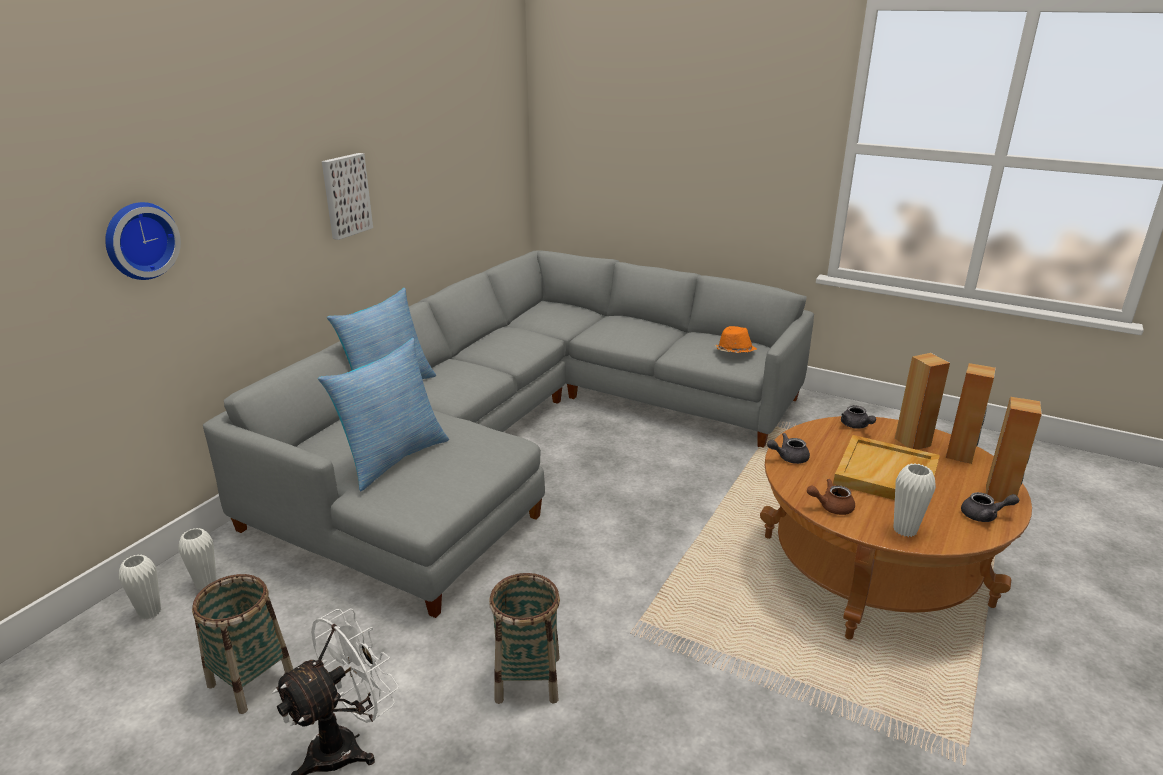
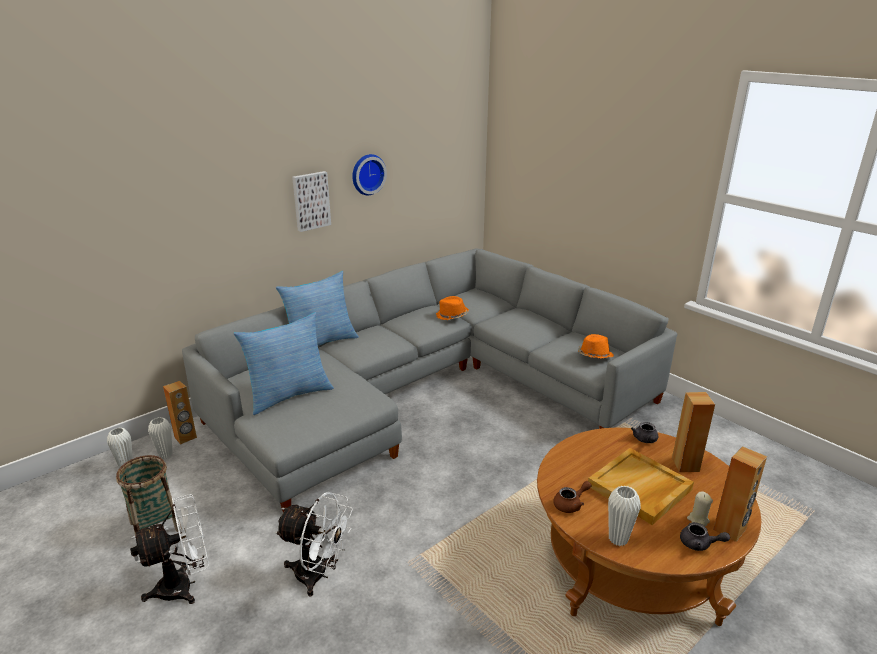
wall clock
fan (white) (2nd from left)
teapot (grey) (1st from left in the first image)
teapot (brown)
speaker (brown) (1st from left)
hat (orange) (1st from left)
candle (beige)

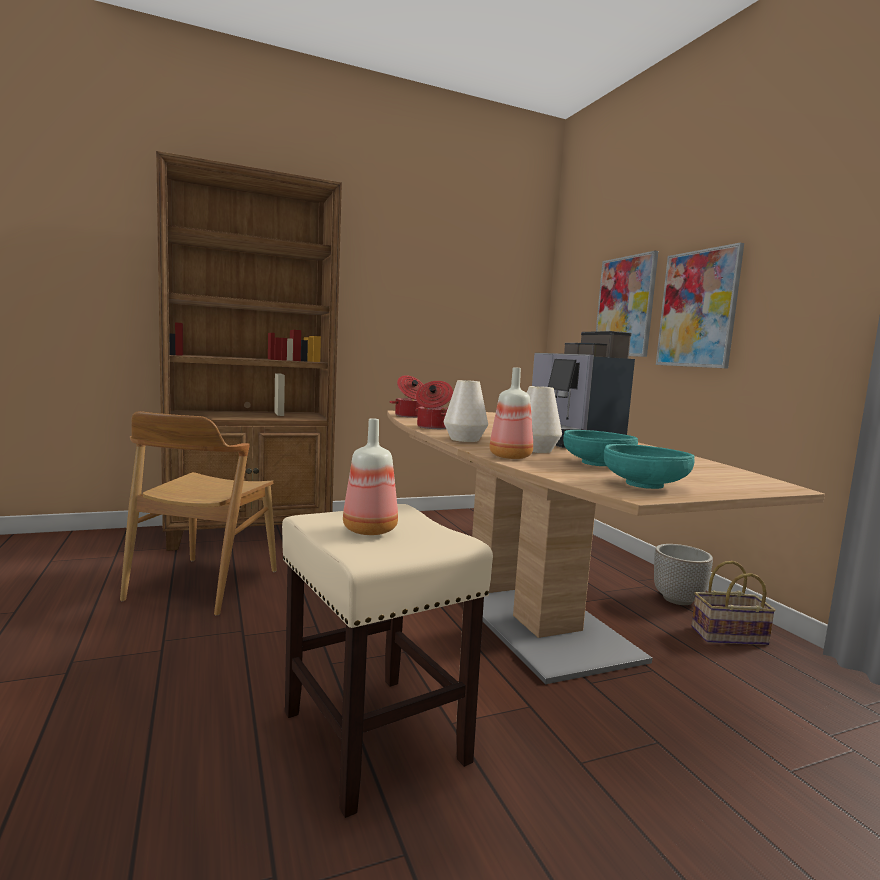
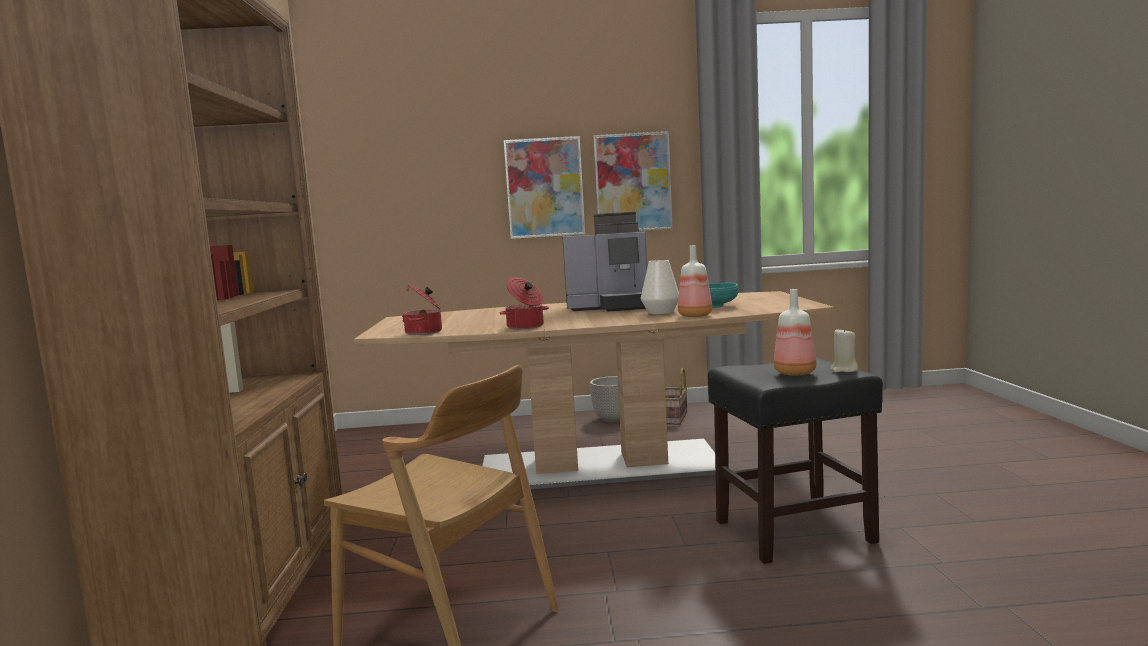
stool (black)
vase (white) (1st from left in the first image)
picture (2nd from left)
bowl (turquoise) (2nd from left in the first image)
candle (beige)

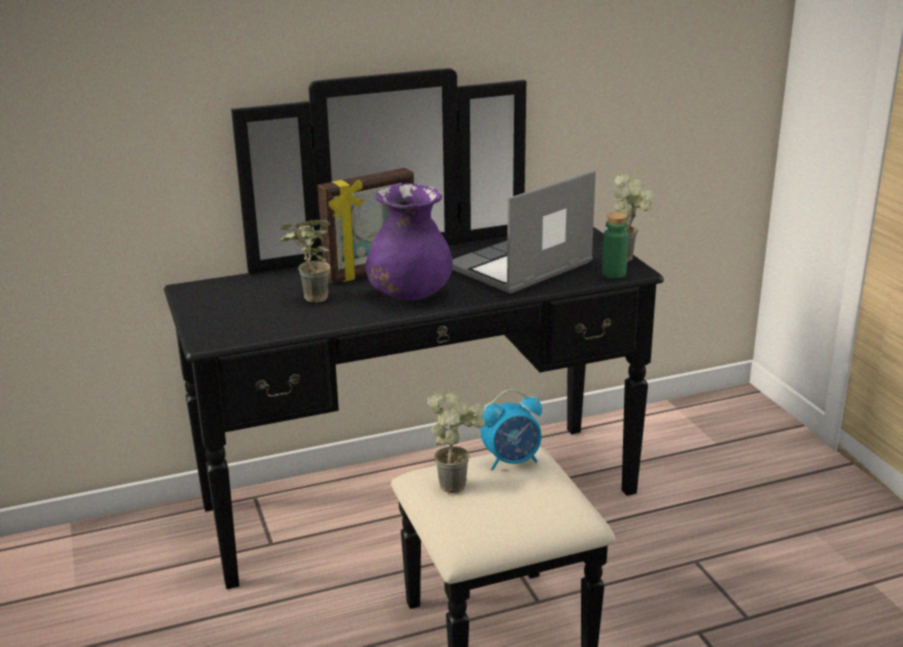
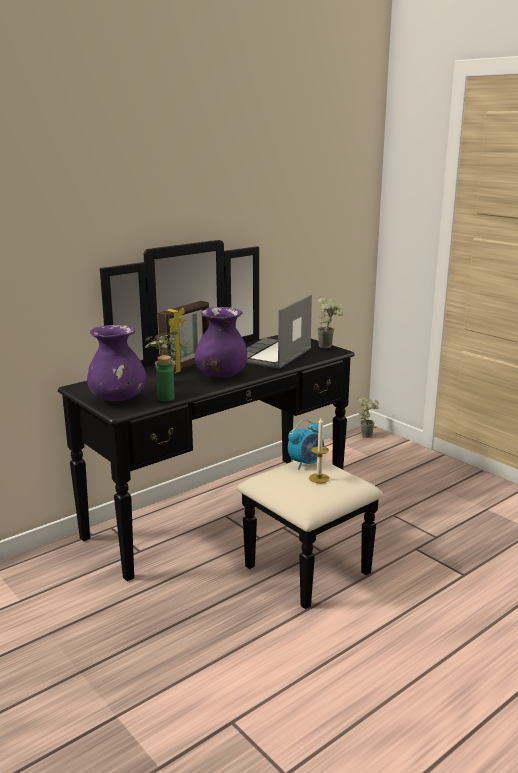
potted plant (3rd from left)
bottle (green)
vase (purple) (1st from left)
candle

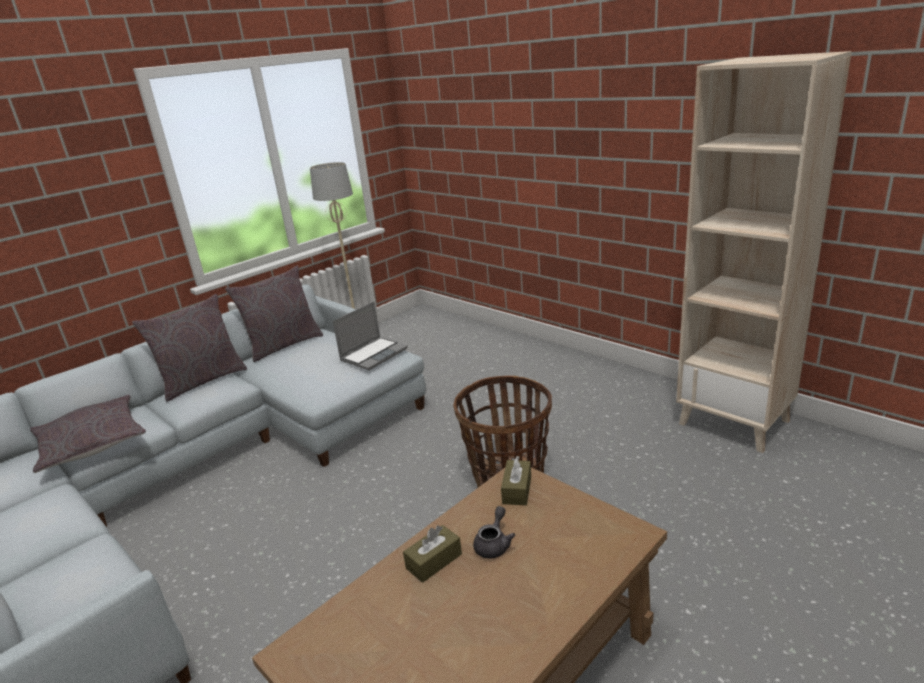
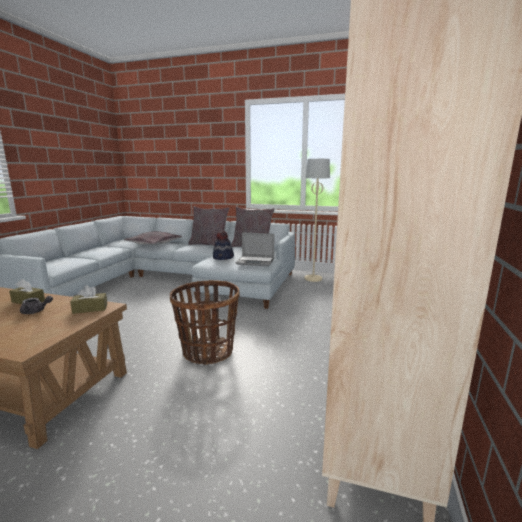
hat

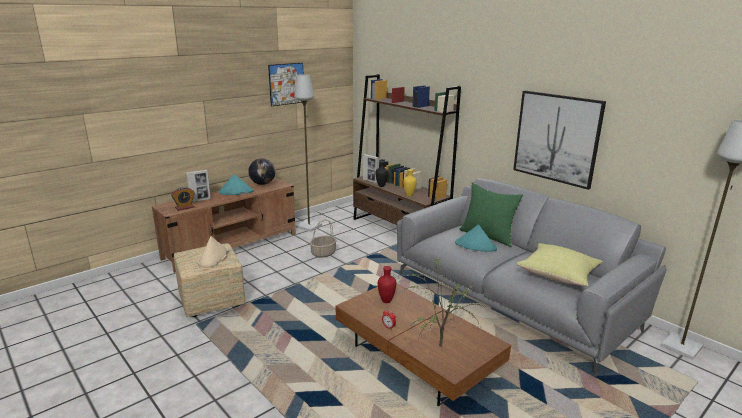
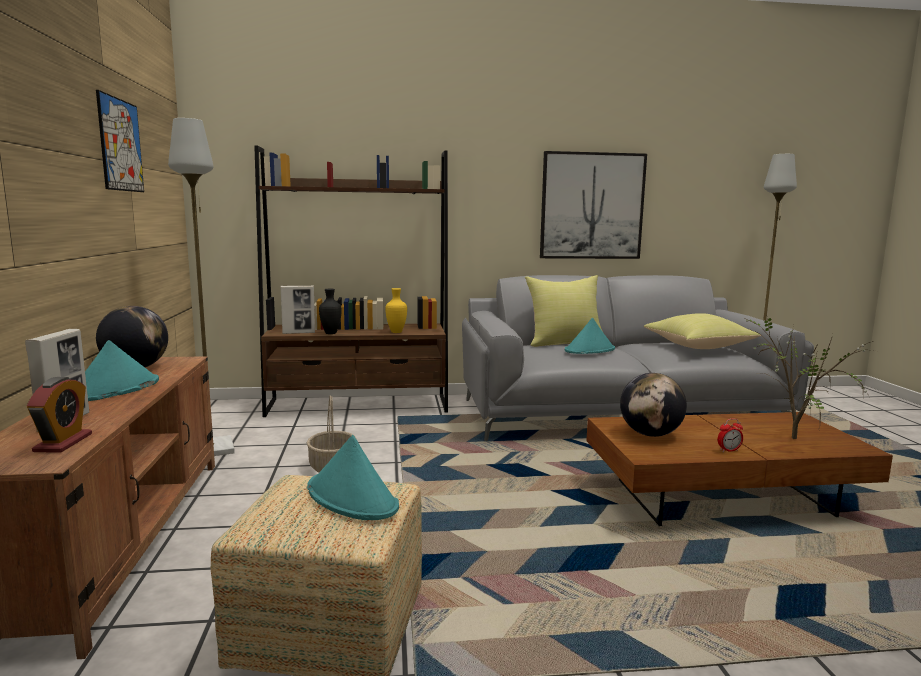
hat (turquoise) (2nd from left)
globe (2nd from left)
pillow (yellow) (1st from left)

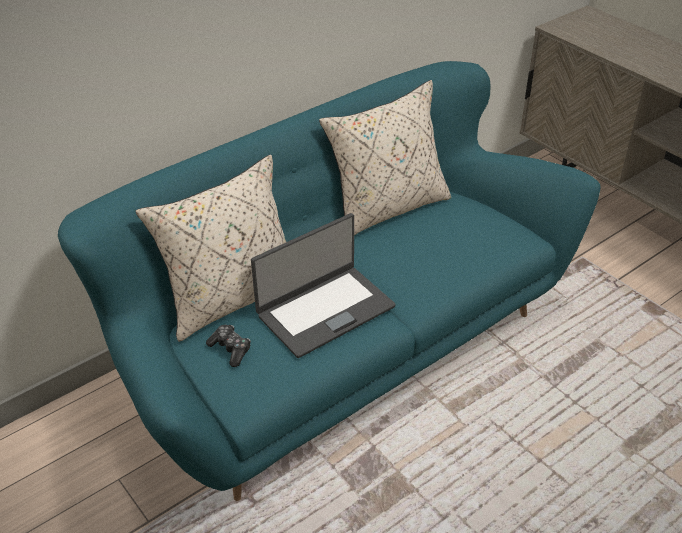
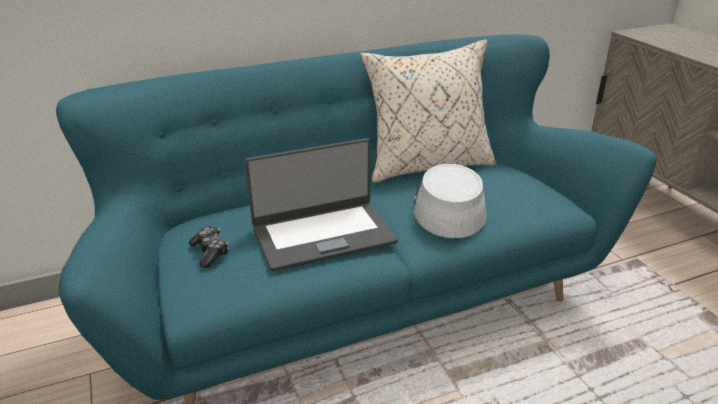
pillow (beige) (1st from left in the first image)
hat (grey)

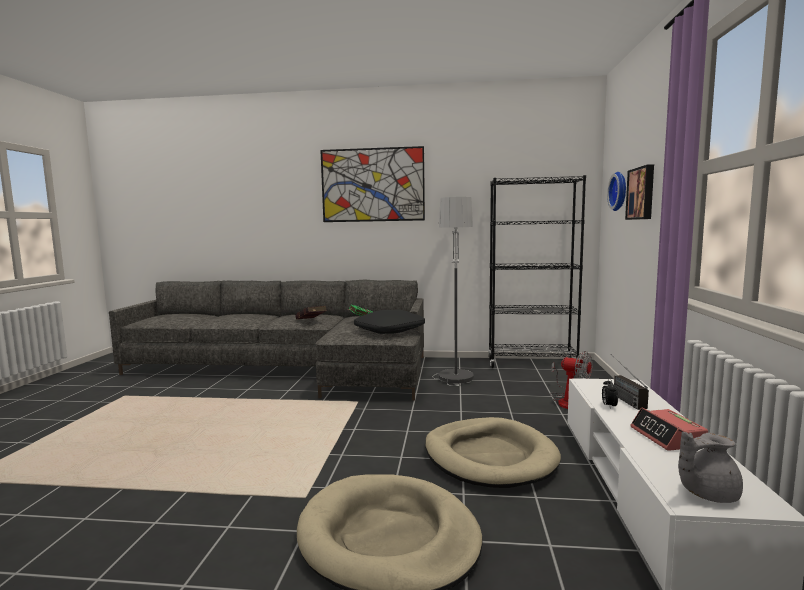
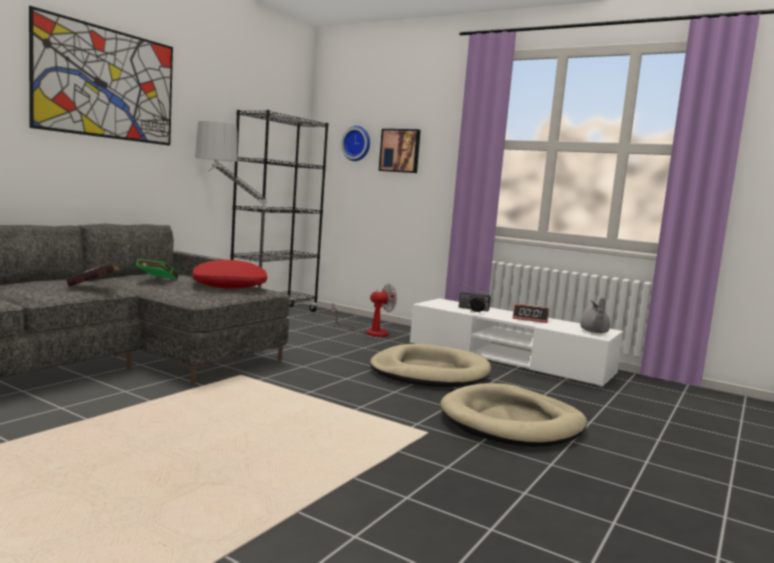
pillow (red)

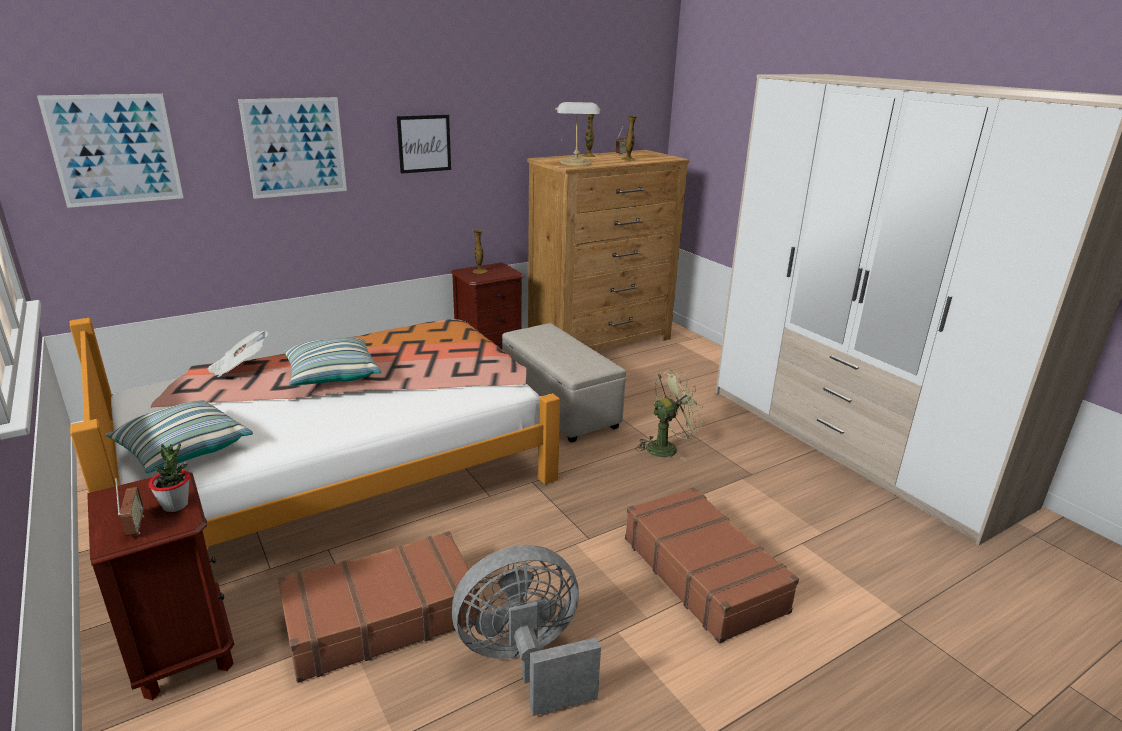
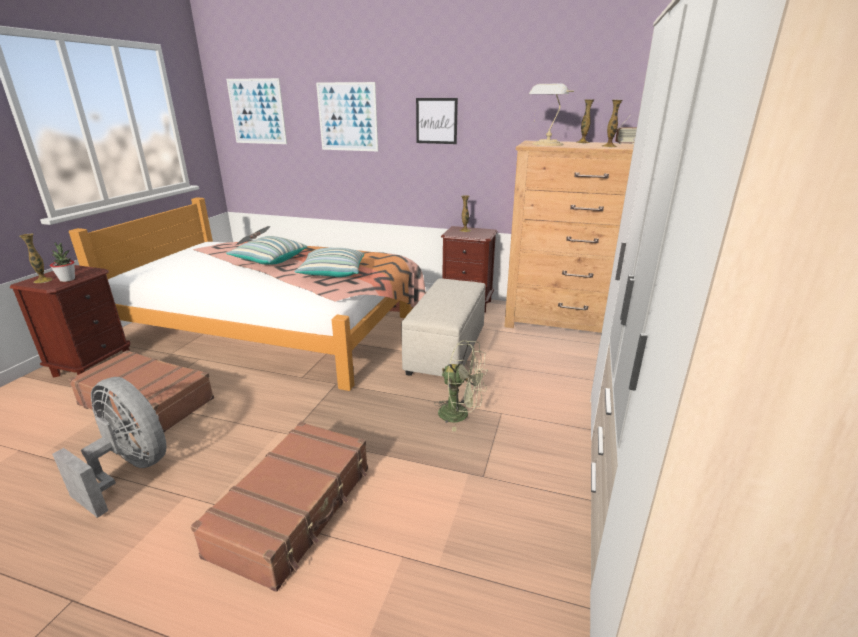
pillow (2nd from left)
vase (1st from left)

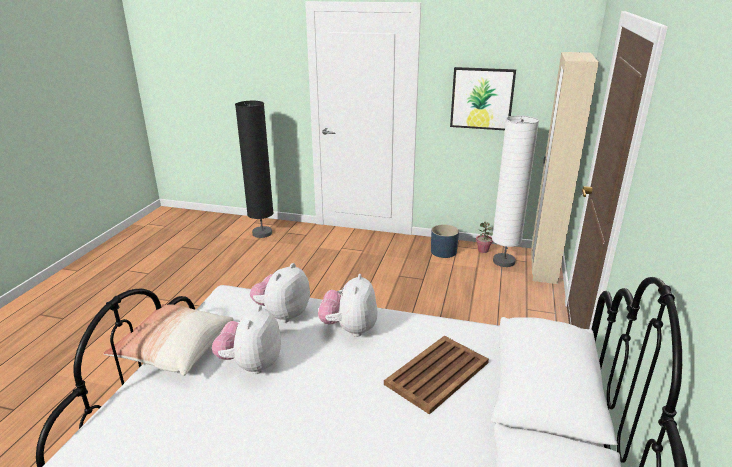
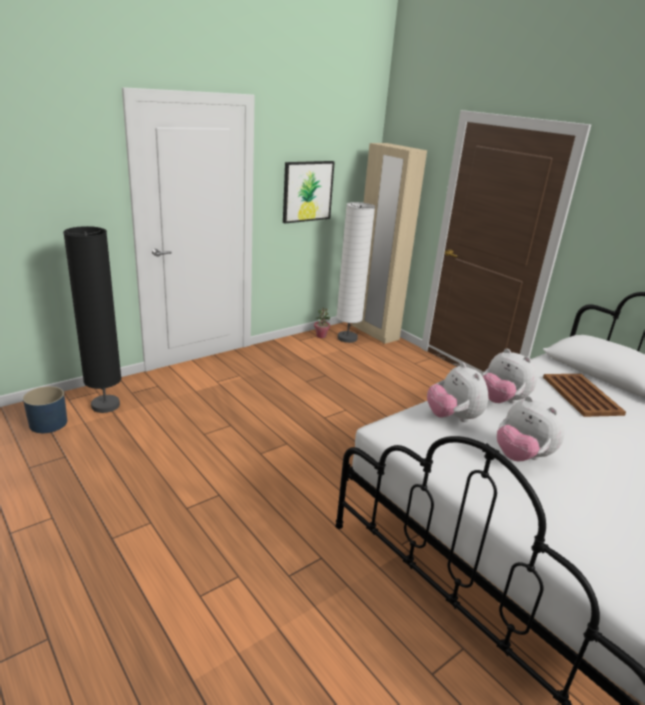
pillow
planter (blue)

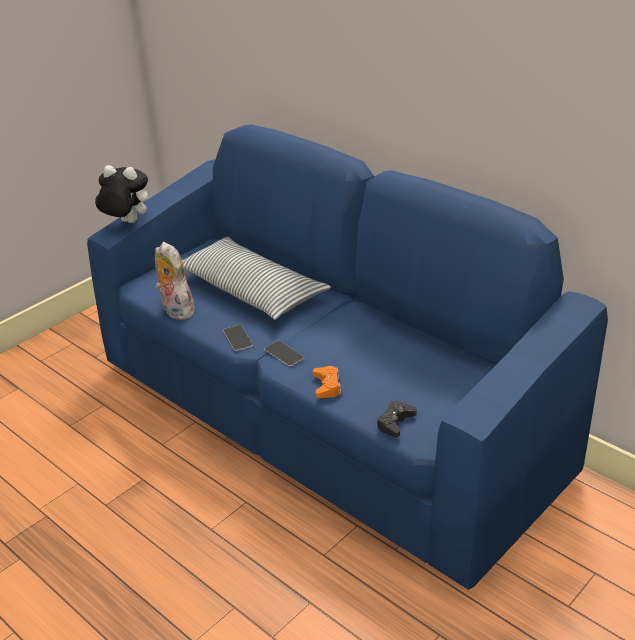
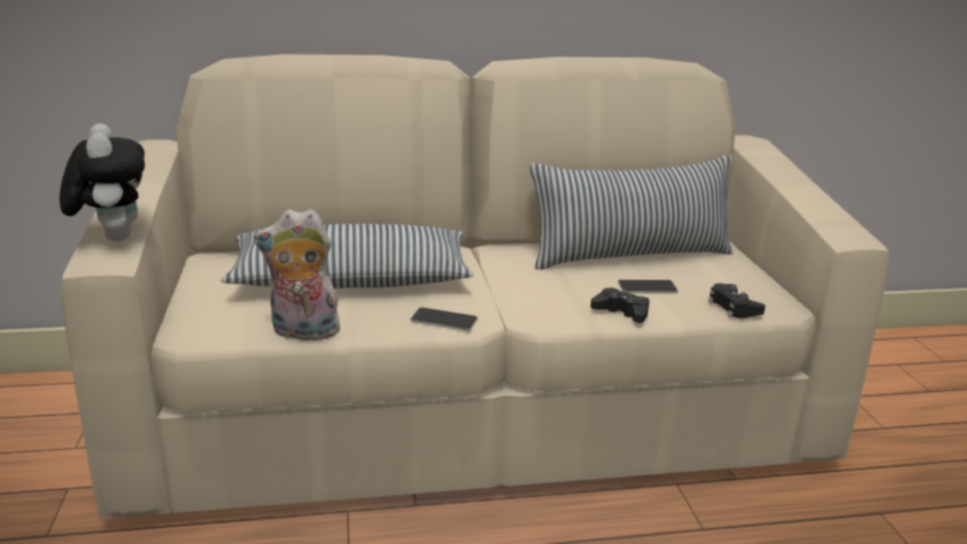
sofa (beige)
plush toy (1st from left)
phone (2nd from left)
game controller (black) (1st from left)
pillow (2nd from left)

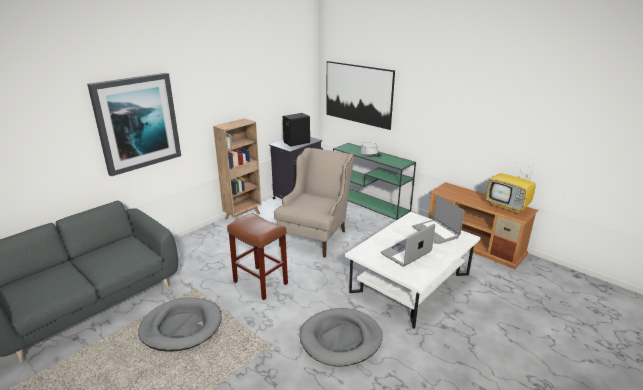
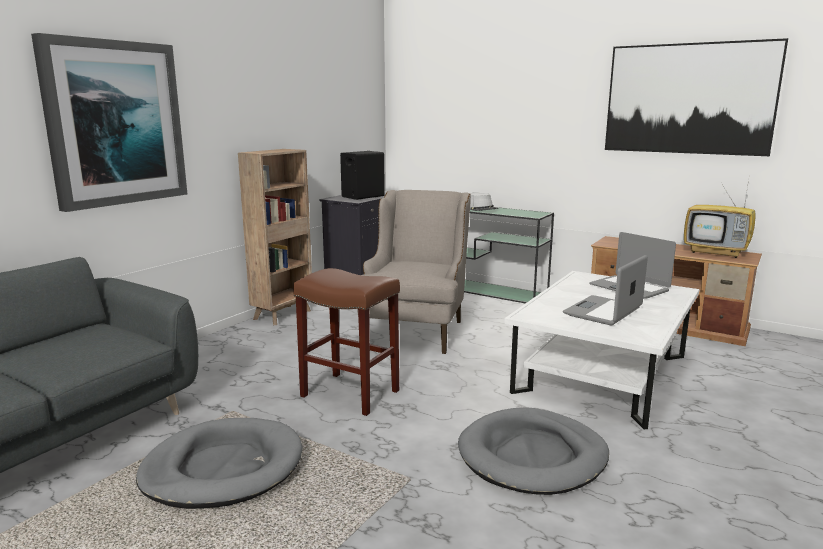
picture (2nd from left)

